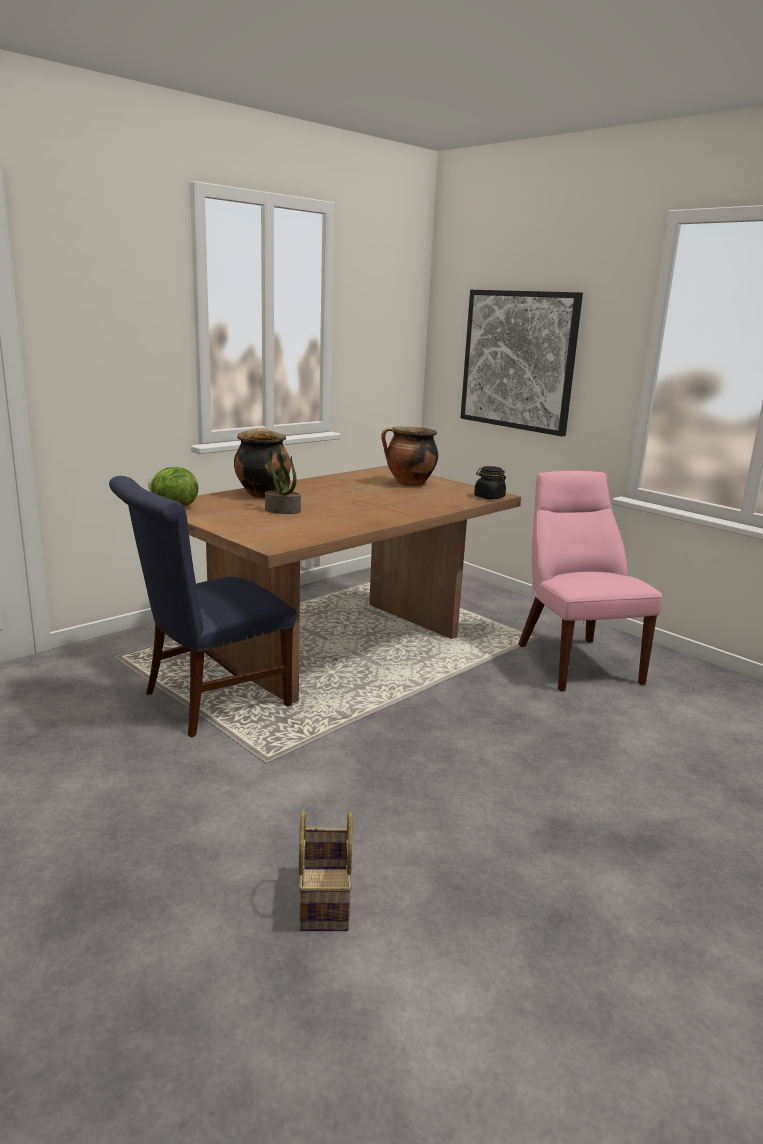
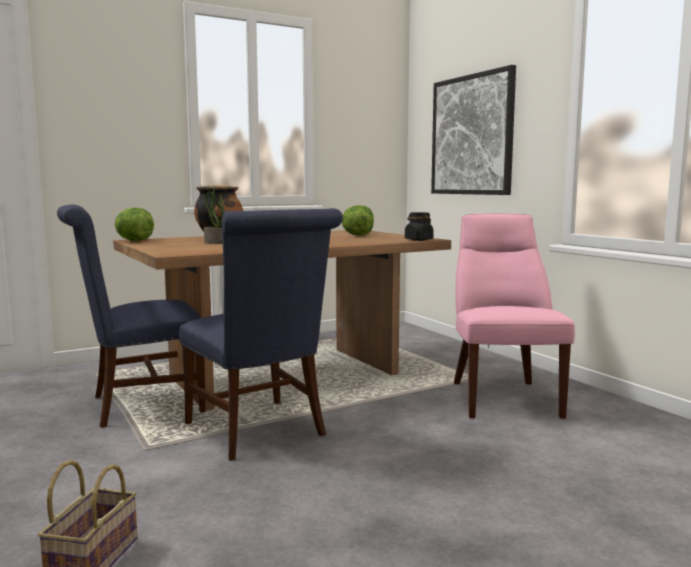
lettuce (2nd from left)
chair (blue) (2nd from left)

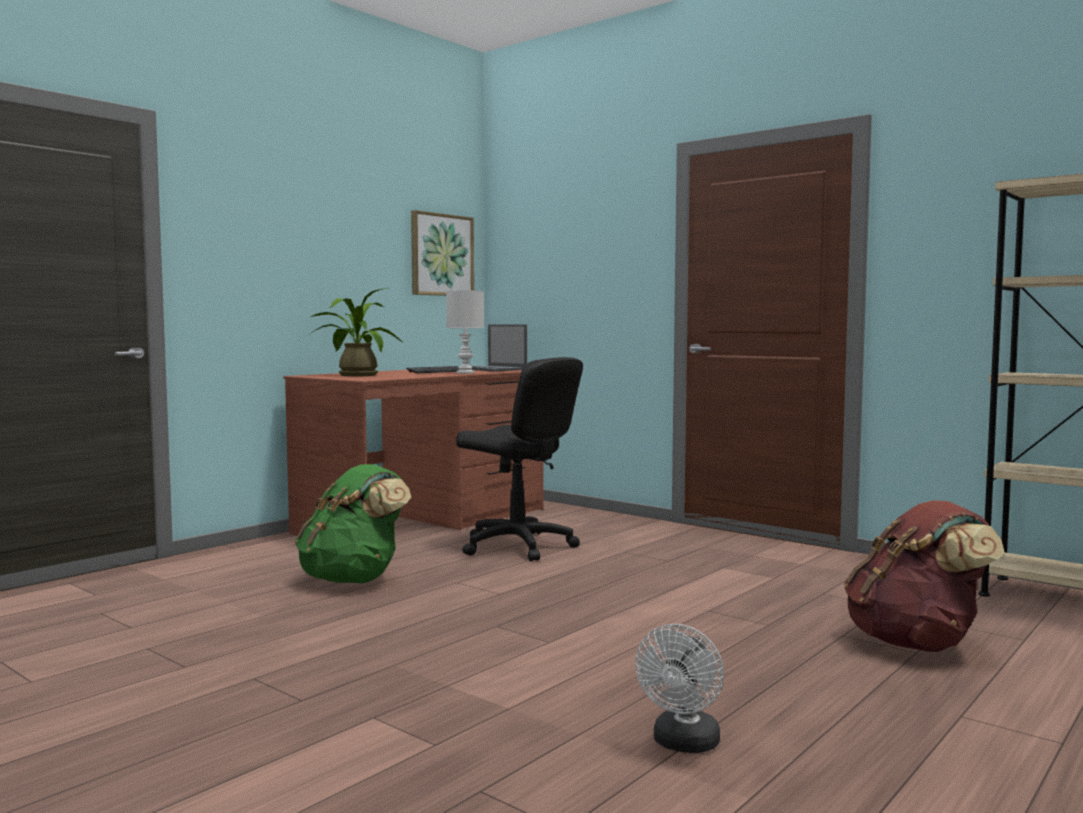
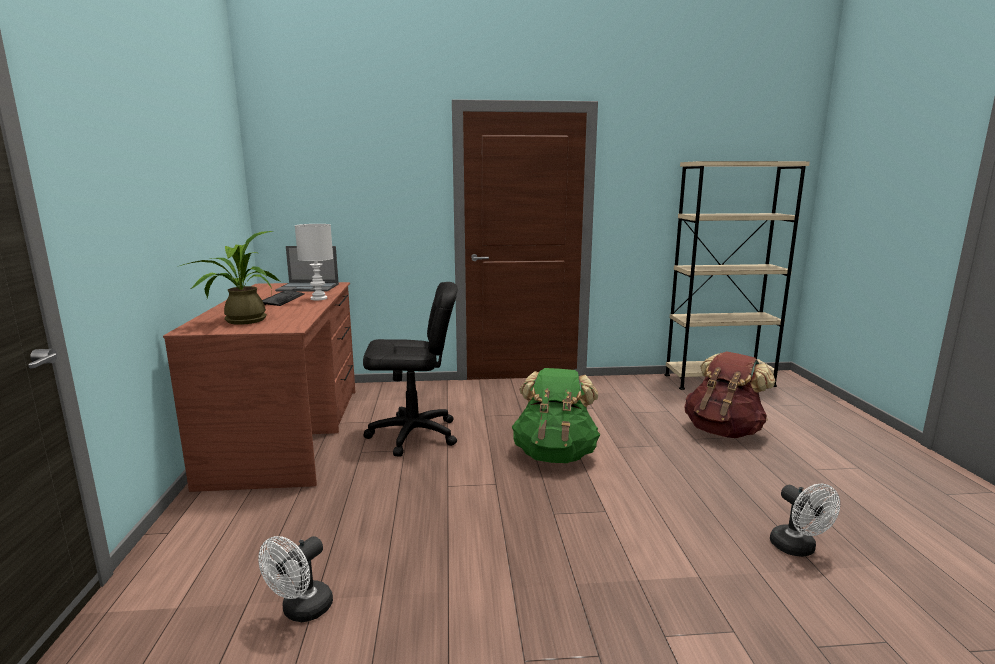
backpack (green)
picture
fan (white) (1st from left)

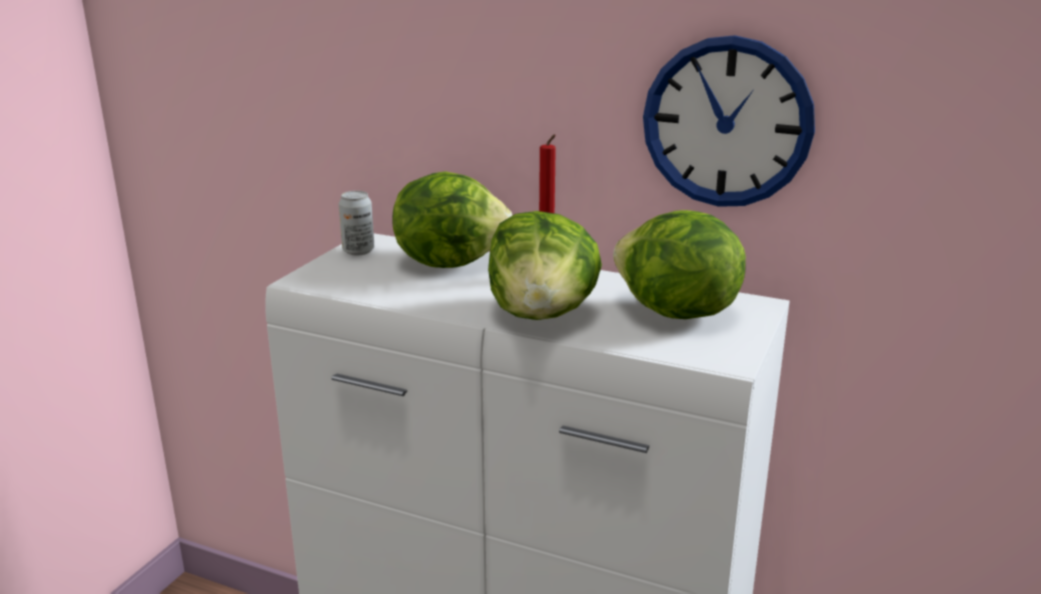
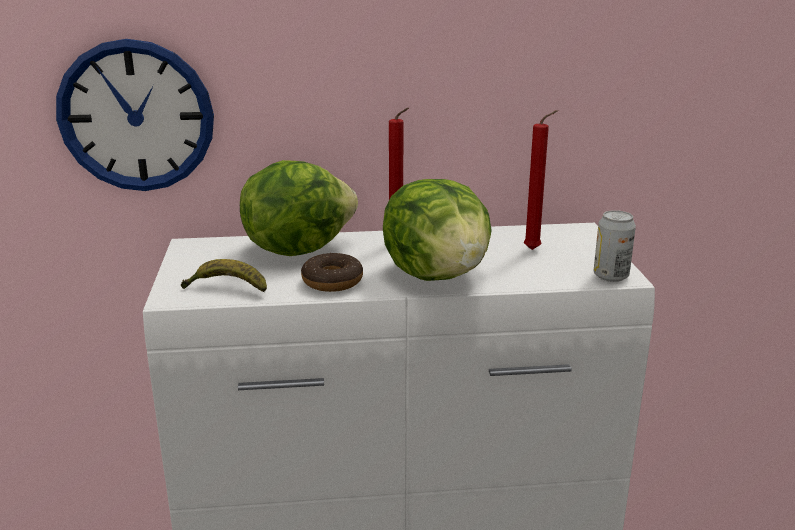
can
candle (red) (2nd from left)
wall clock
banana
donut

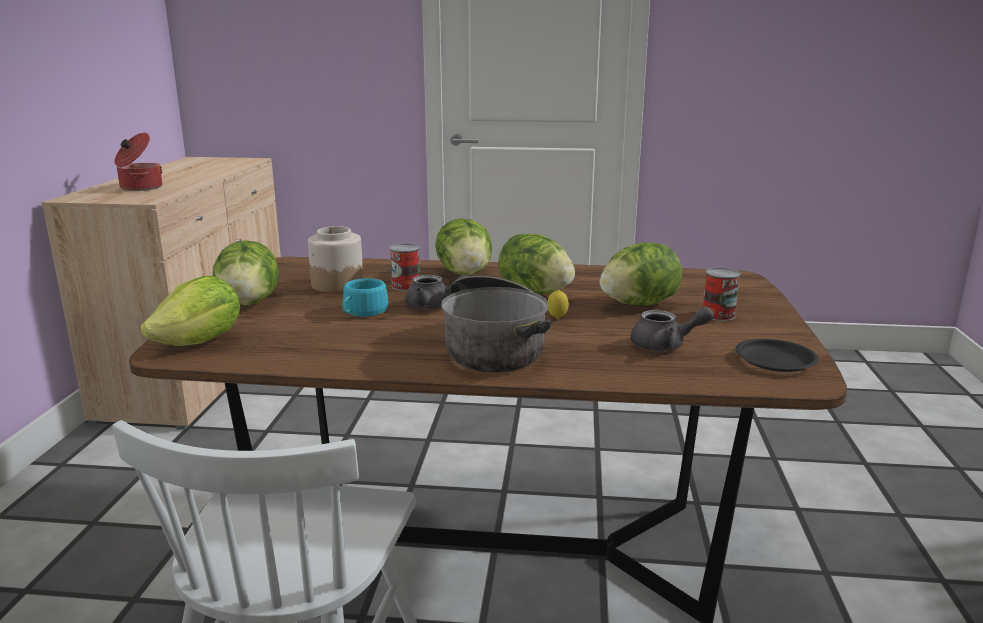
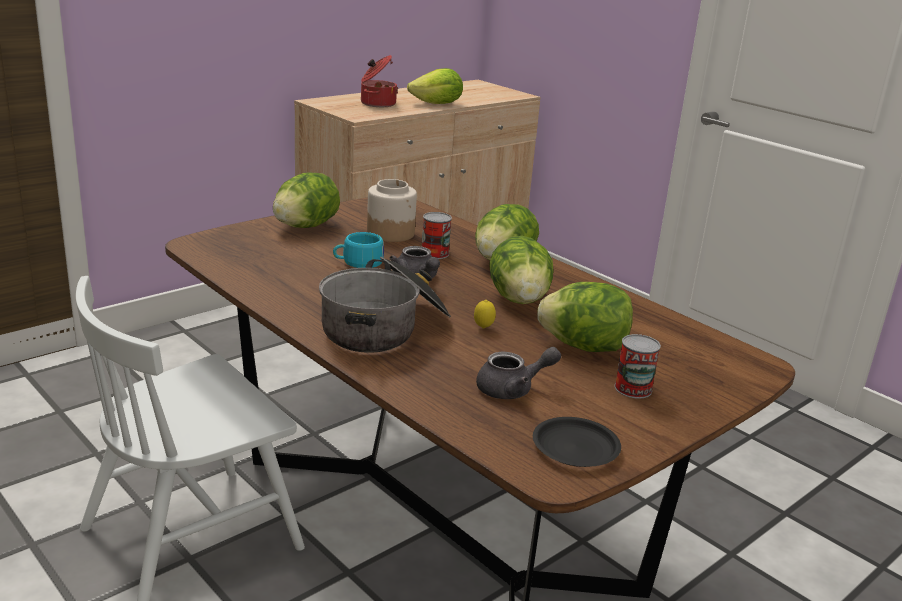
lettuce (2nd from left)
teapot (grey) (2nd from left)

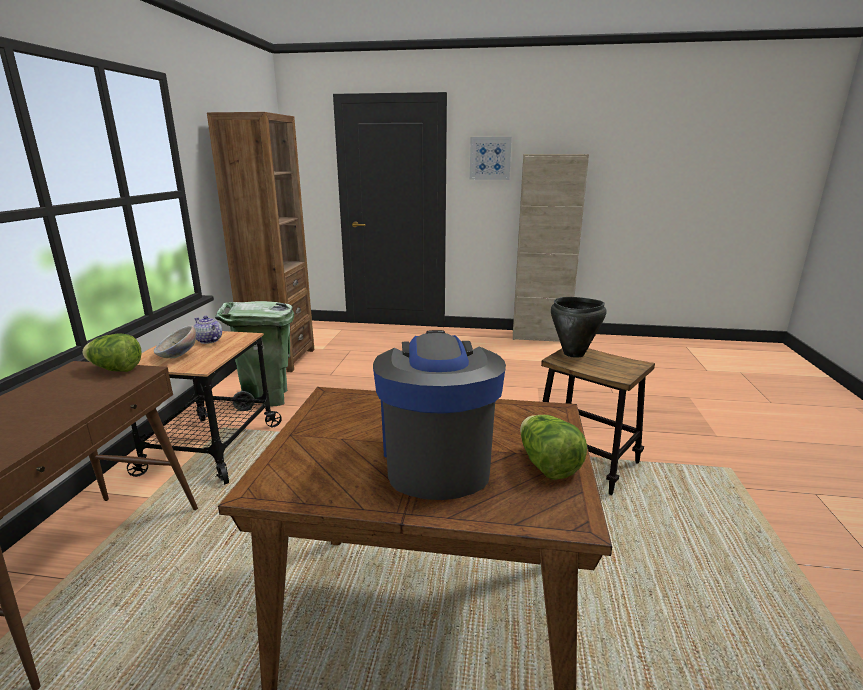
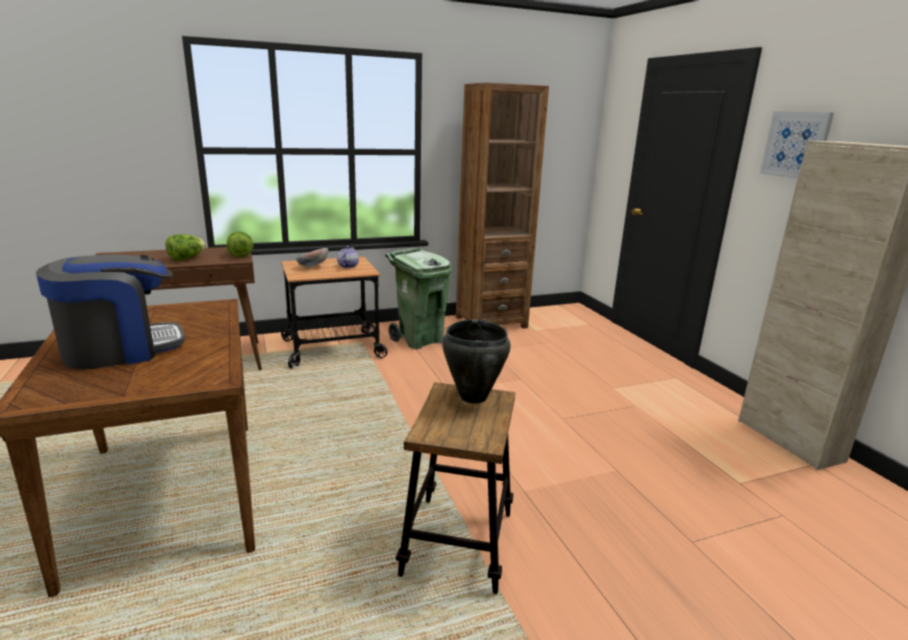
lettuce (1st from left)

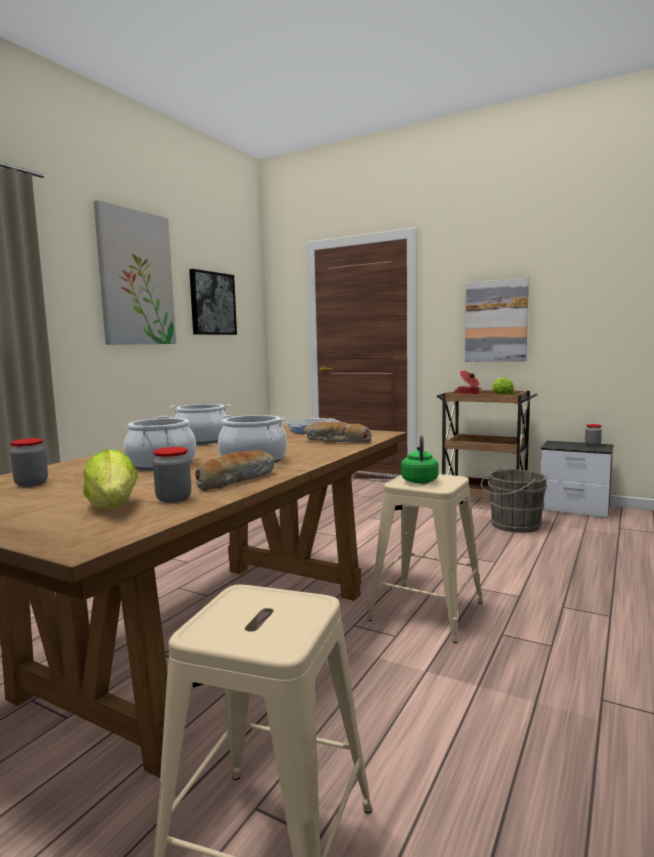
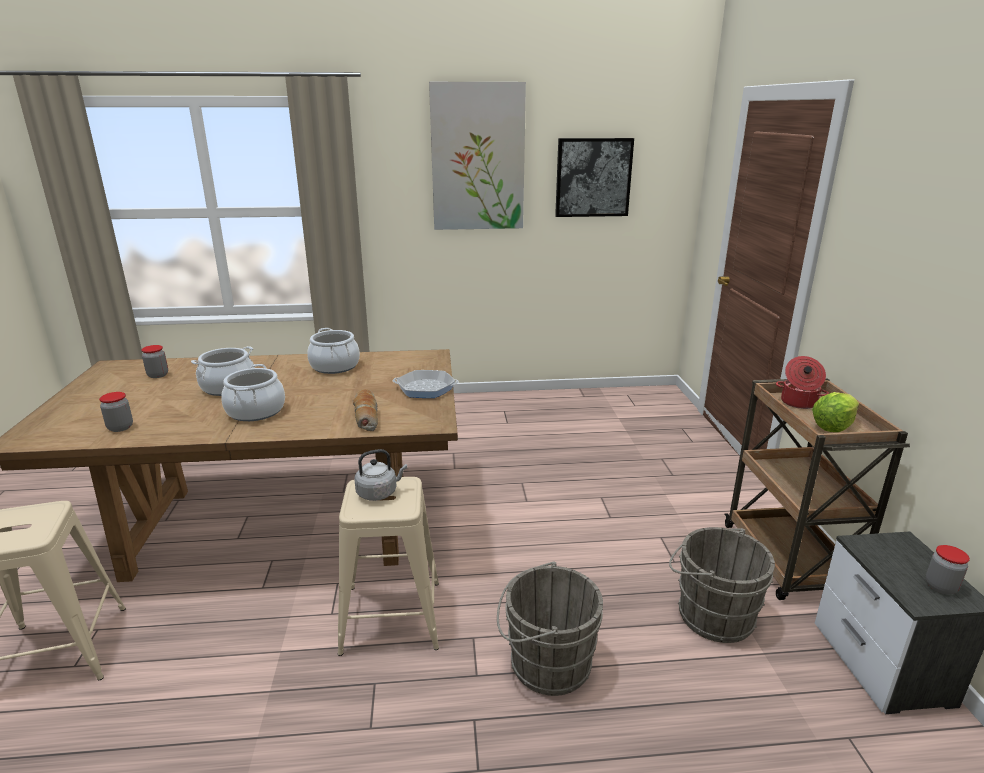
lettuce (1st from left in the first image)
bread (1st from left in the first image)
kettle (grey)
picture (3rd from left in the first image)
bucket (grey) (1st from left)

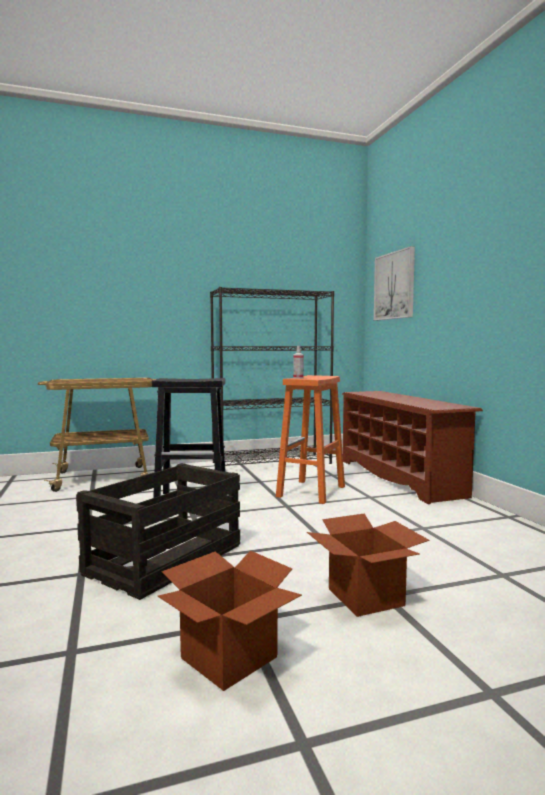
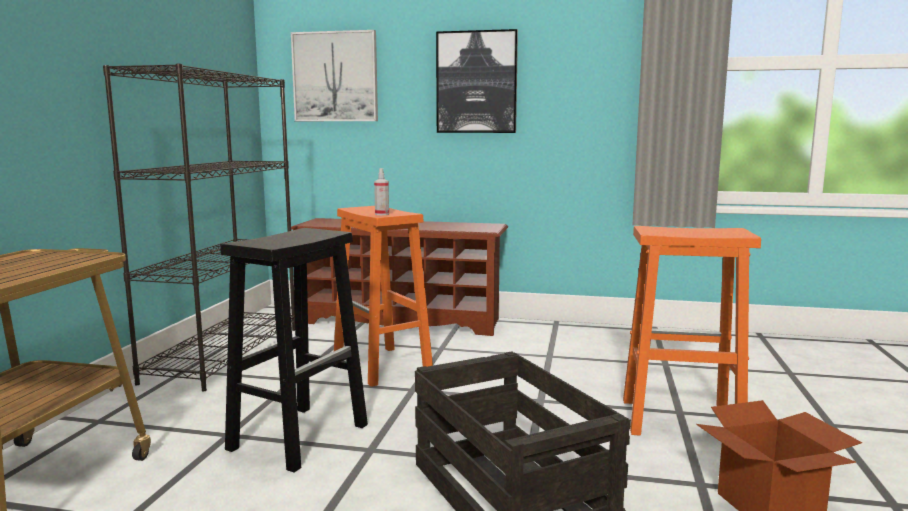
stool (orange) (2nd from left)
picture (2nd from left)

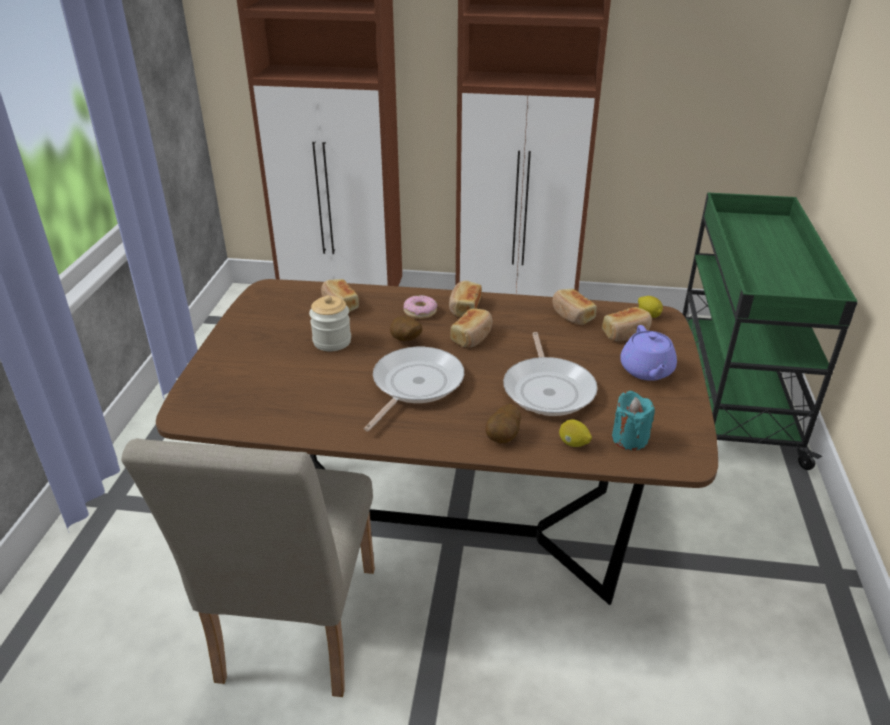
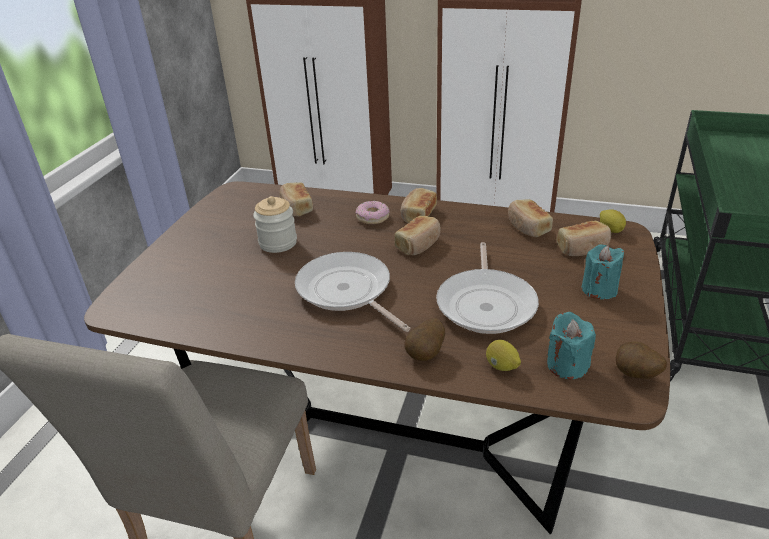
frying pan (1st from left)
potato (2nd from left)
candle (turquoise) (2nd from left)

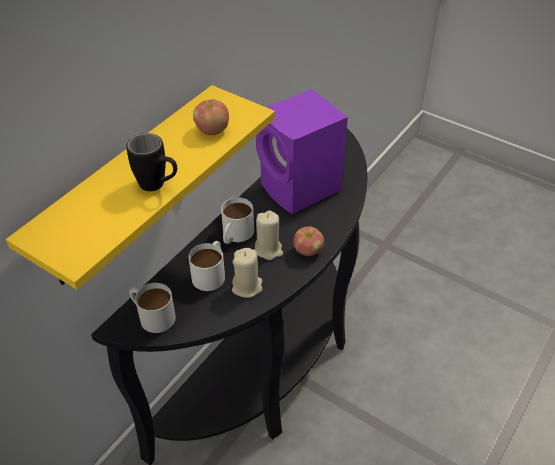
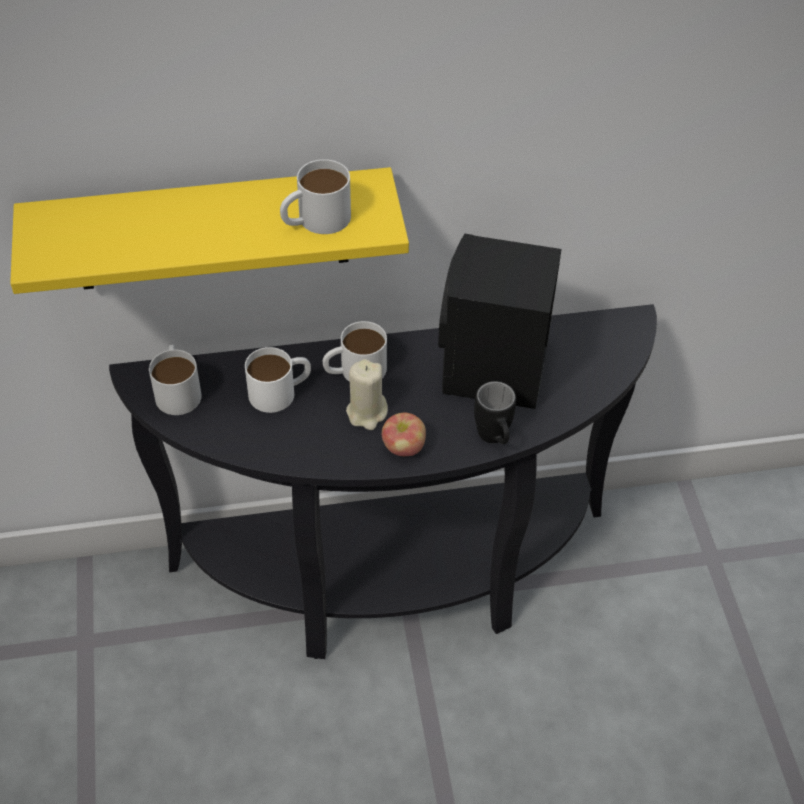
mug (black)
mug (white) (3rd from left)
candle (beige) (1st from left in the first image)
speaker (black)

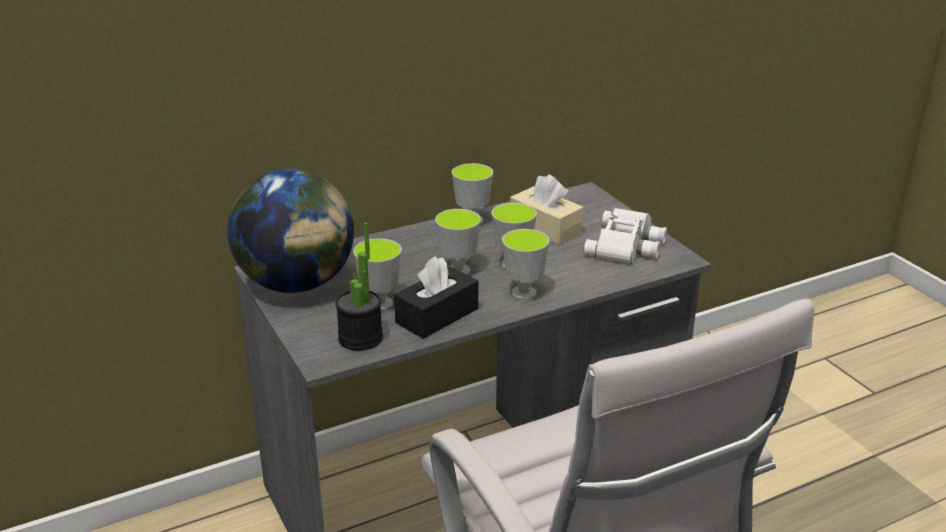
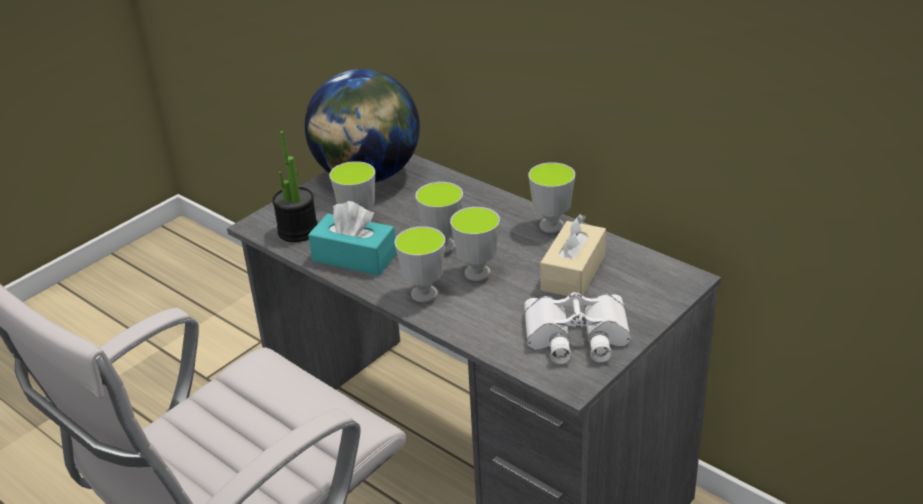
tissue box (turquoise)

